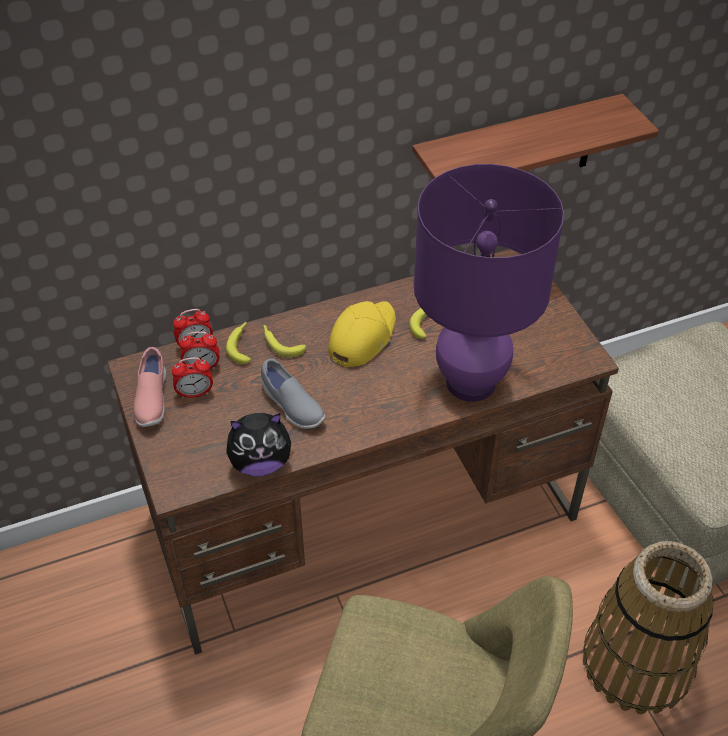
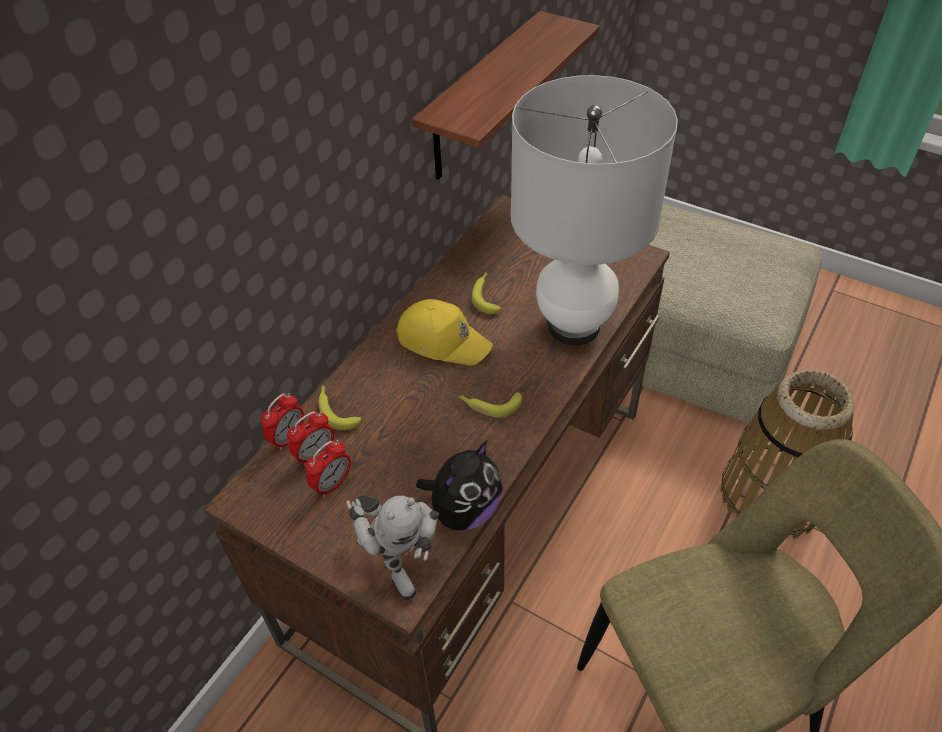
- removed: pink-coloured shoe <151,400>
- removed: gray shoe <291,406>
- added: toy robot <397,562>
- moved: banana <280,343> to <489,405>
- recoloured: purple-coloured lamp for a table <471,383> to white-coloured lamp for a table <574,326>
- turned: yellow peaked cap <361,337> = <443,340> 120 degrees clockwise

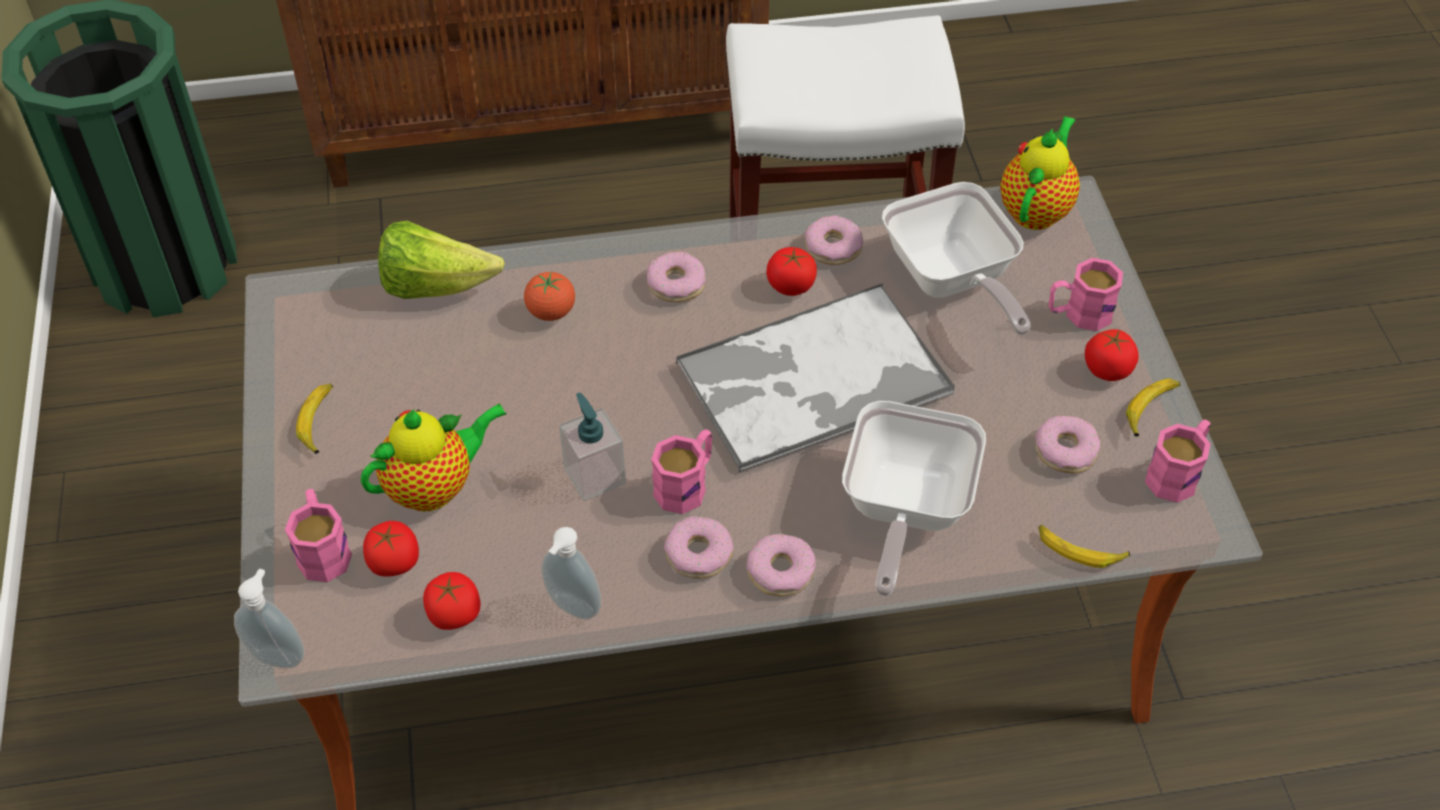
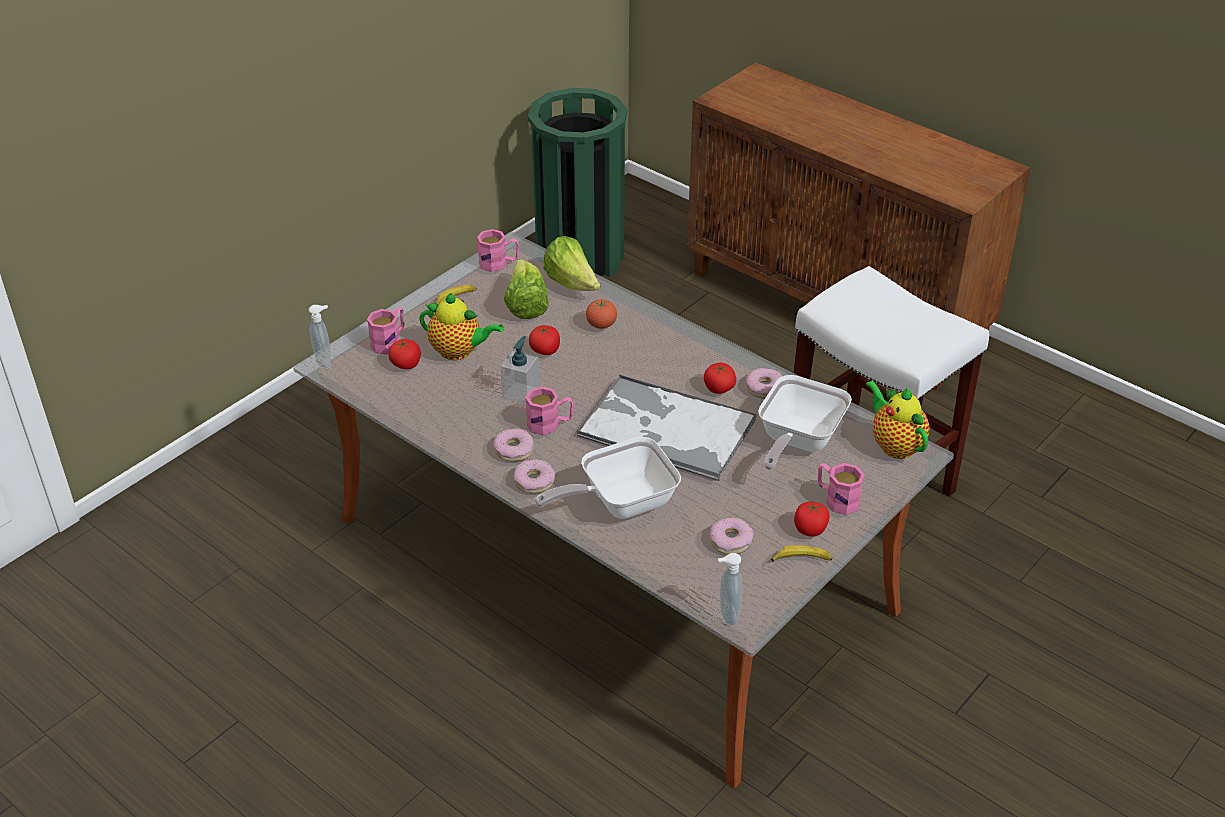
- removed: ring doughnut <676,284>
- removed: banana <1079,550>
- added: head of lettuce <526,305>
- moved: fresh tomato <454,614> to <545,350>
- moved: liquid soap bottle <571,609> to <727,614>
- moved: pink-coloured mug <1177,473> to <499,263>
- turned: pot for tea <1036,209> = <894,445> 105 degrees counterclockwise

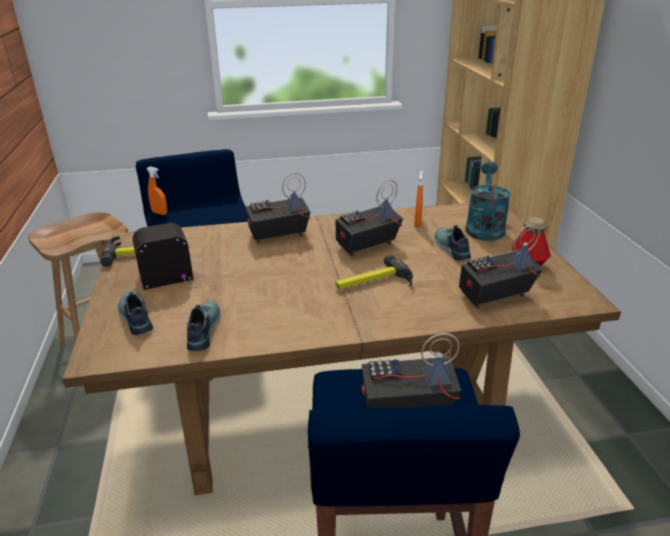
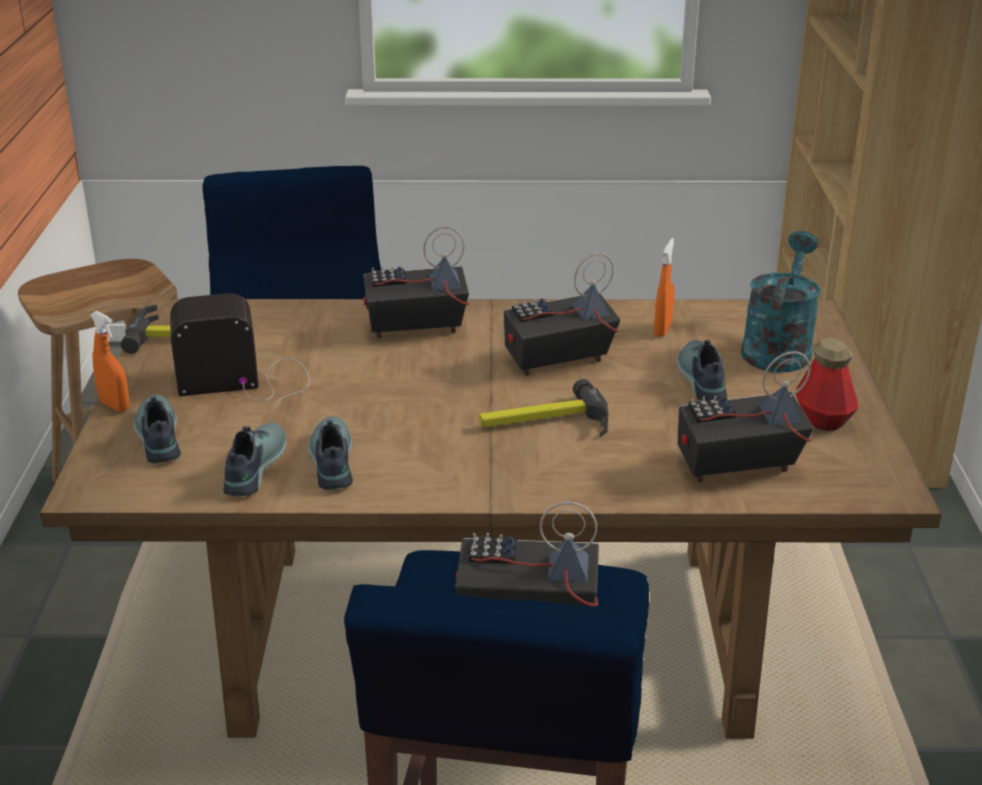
- added: shoe <330,461>
- moved: orangey spray bottle <159,213> to <115,406>

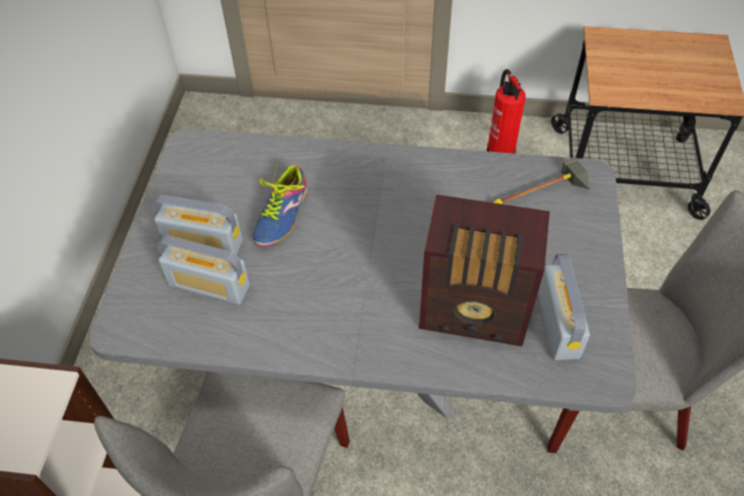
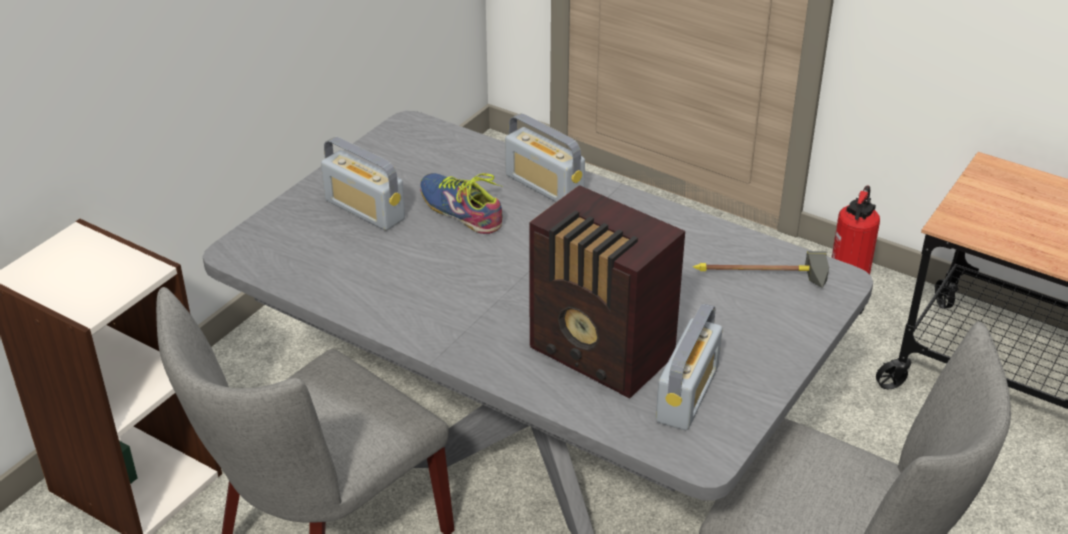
- moved: radio set <209,285> to <544,186>
- turned: shoe <282,215> = <460,210> 90 degrees clockwise

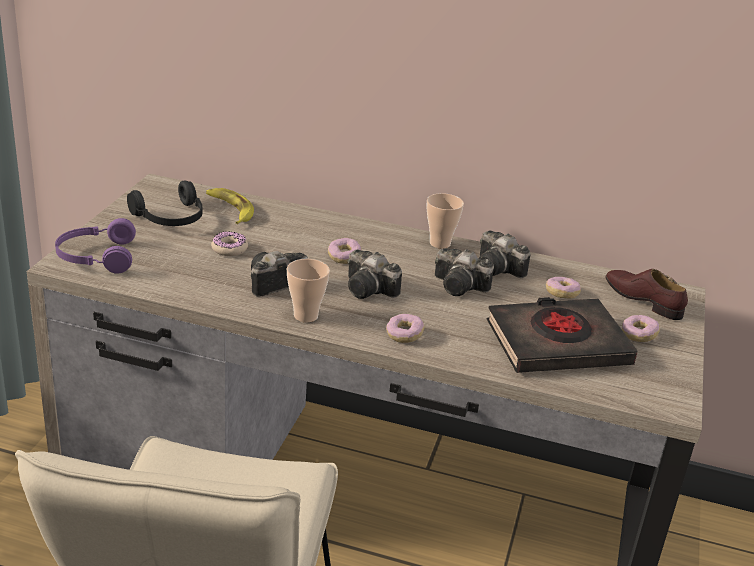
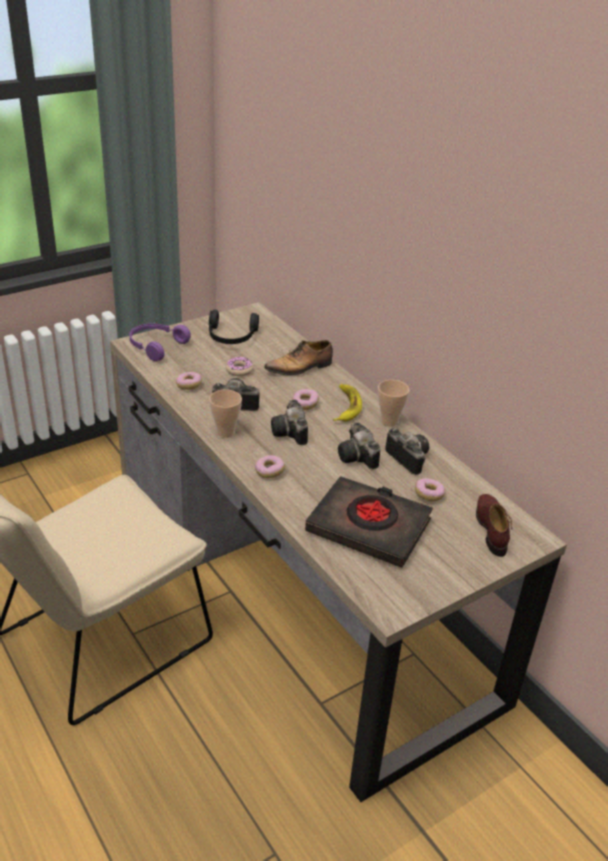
- added: shoe <300,368>
- moved: banana <230,209> to <346,406>
- moved: ring doughnut <638,335> to <189,385>
- turned: still camera <499,269> = <406,457> 150 degrees clockwise

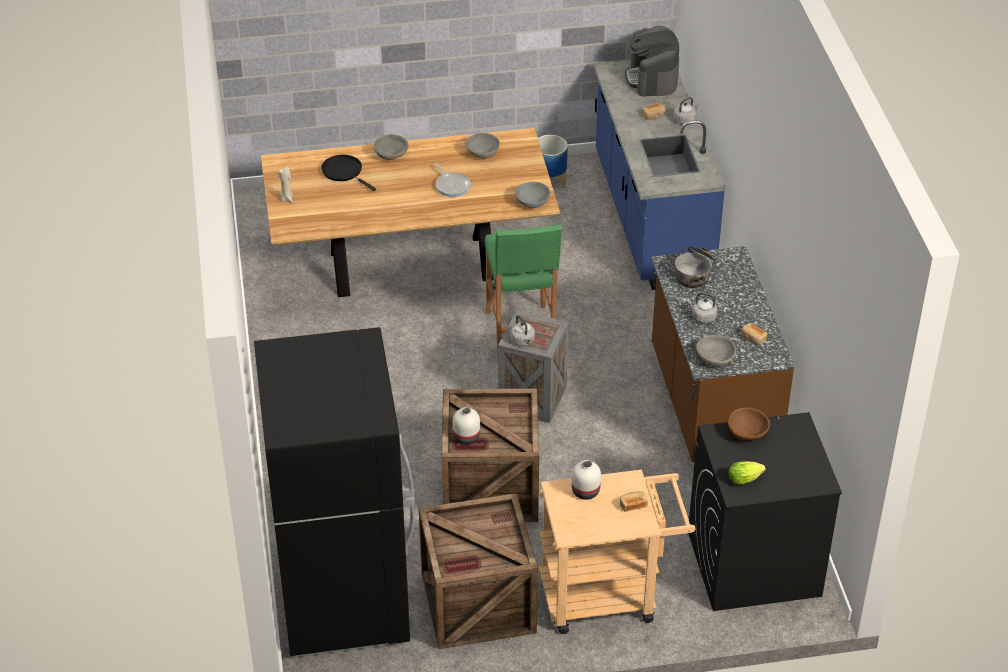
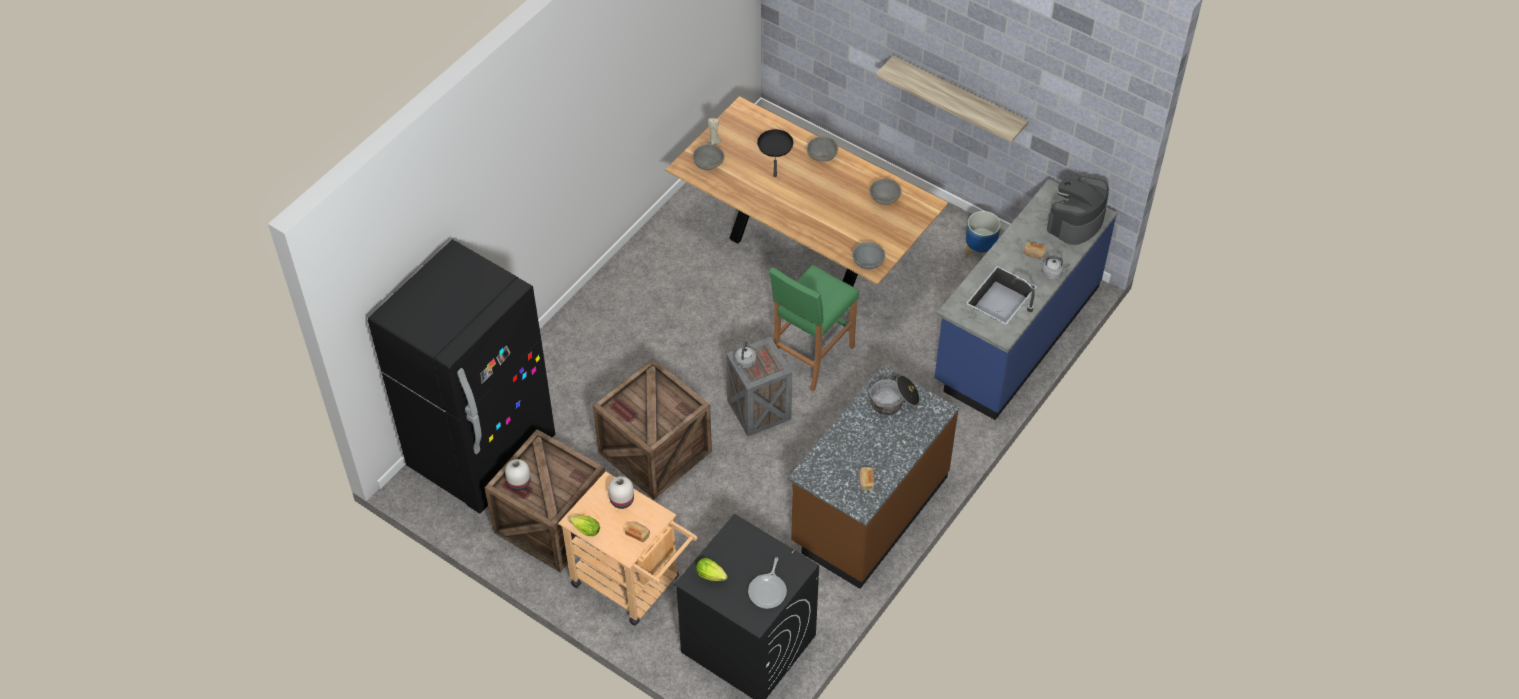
- removed: gray kettle <702,317>
- removed: brownish deep dish <746,433>
- added: head of lettuce <584,529>
- added: shelf <958,98>
- moved: skillet <452,185> to <768,591>
- moved: white-coloured vase <466,437> to <519,482>
- moved: gray deep dish <715,359> to <708,164>

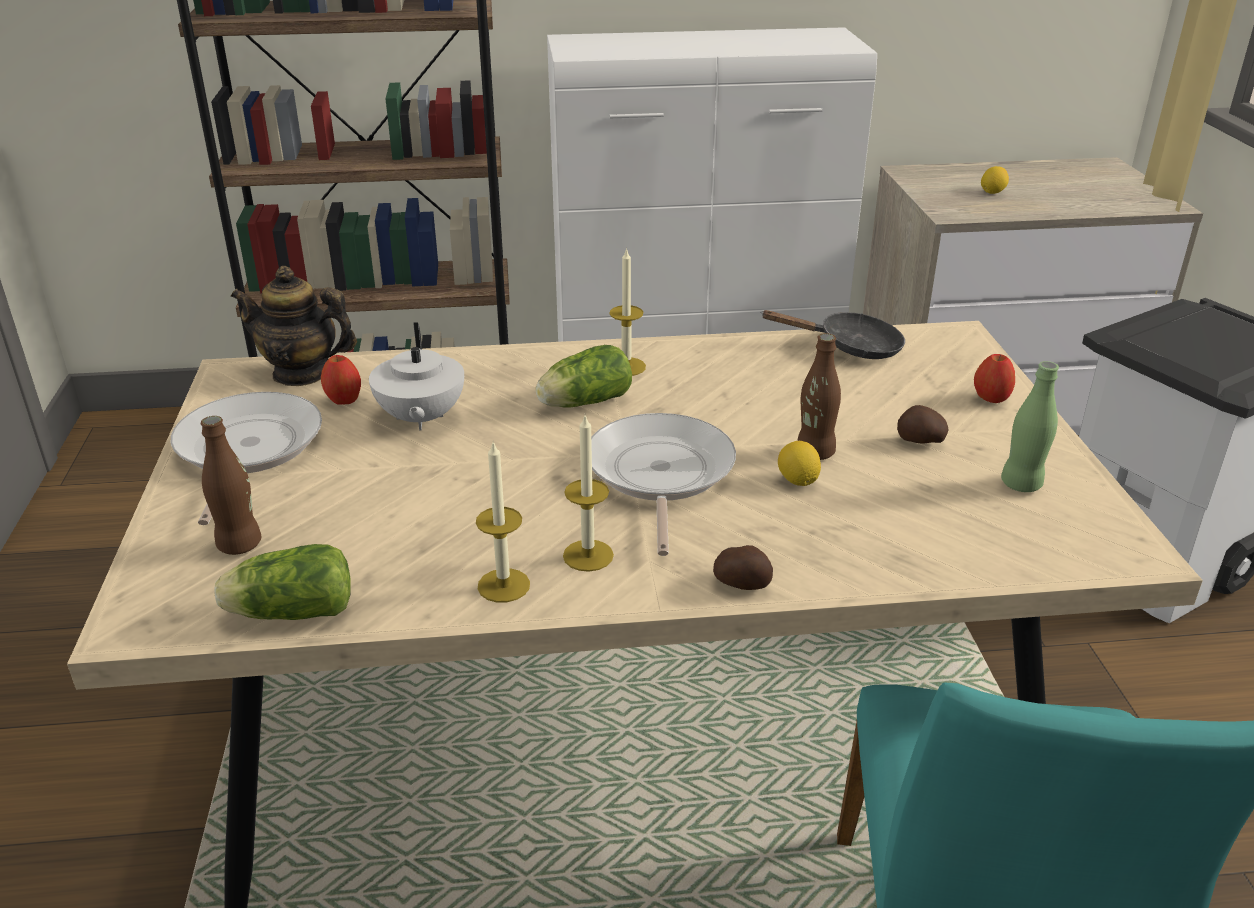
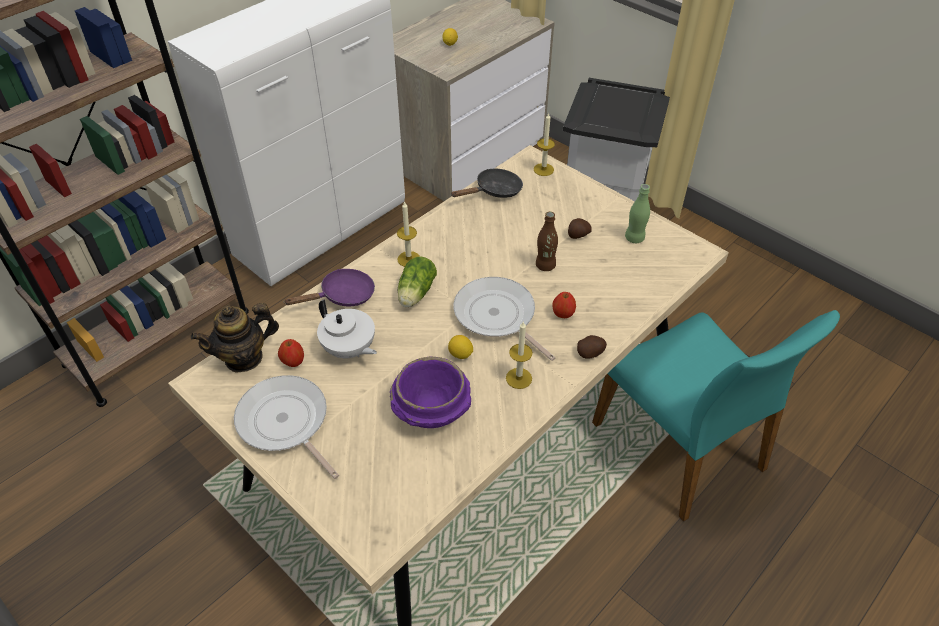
- removed: brownish drink bottle <239,545>
- removed: head of lettuce <288,612>
- added: purple-coloured skillet <343,296>
- added: purple-coloured deep dish <431,411>
- moved: wax light <503,585> to <543,169>
- moved: citrus fruit <797,481> to <460,354>
- moved: apple fruit <990,399> to <562,314>

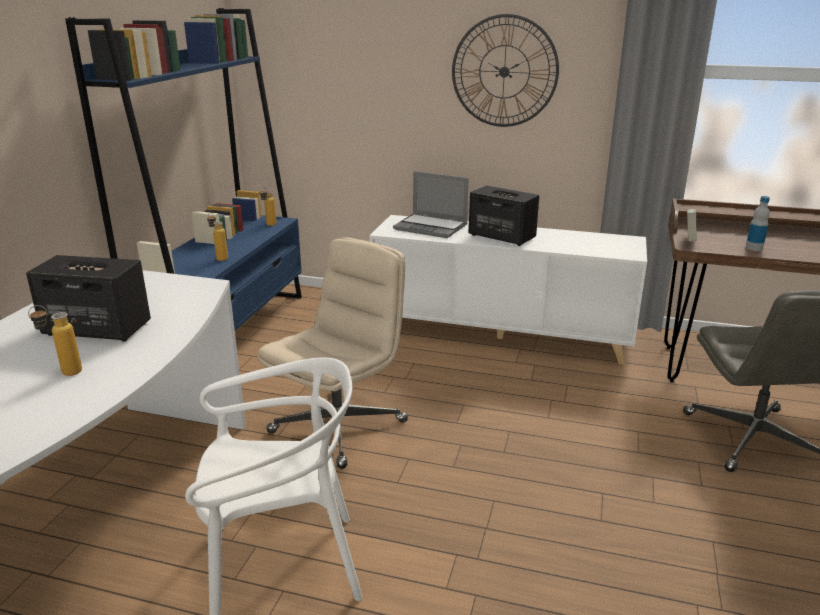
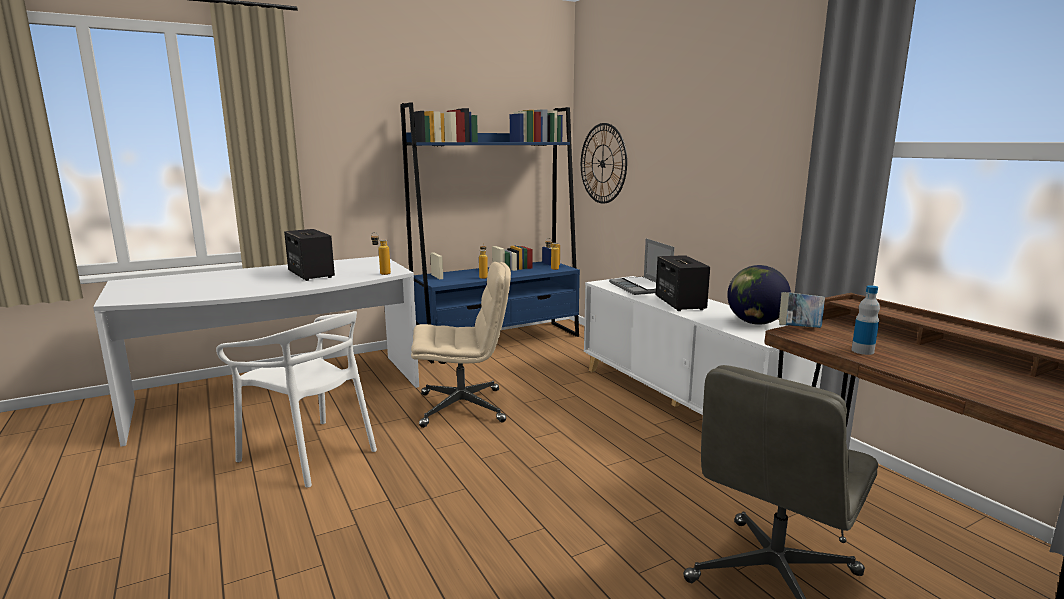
- added: globe <755,323>
- moved: drink bottle <63,373> to <381,273>
- moved: clock on the wall <504,71> to <602,163>

